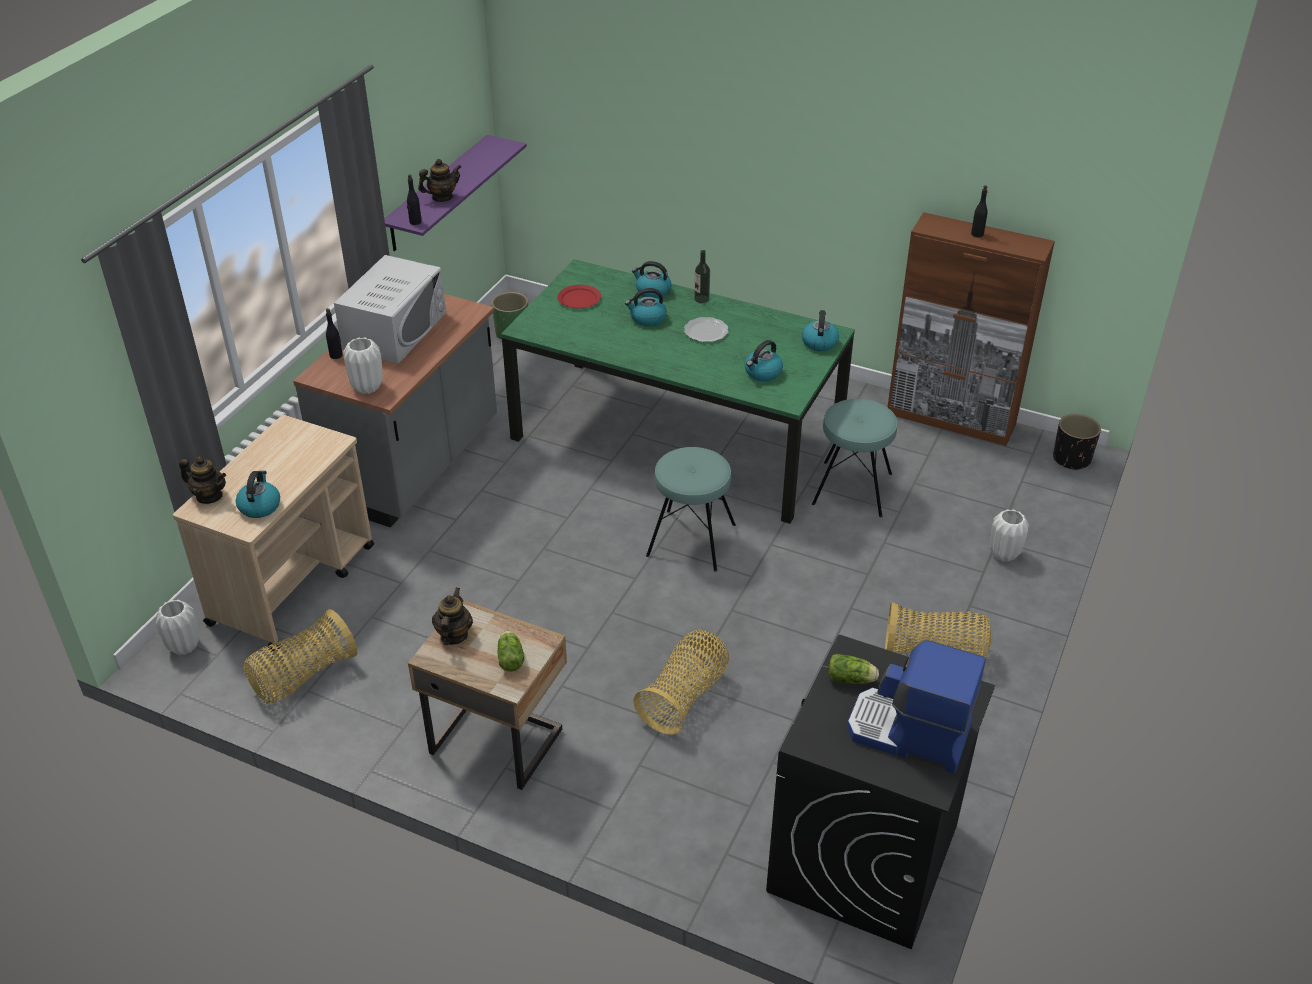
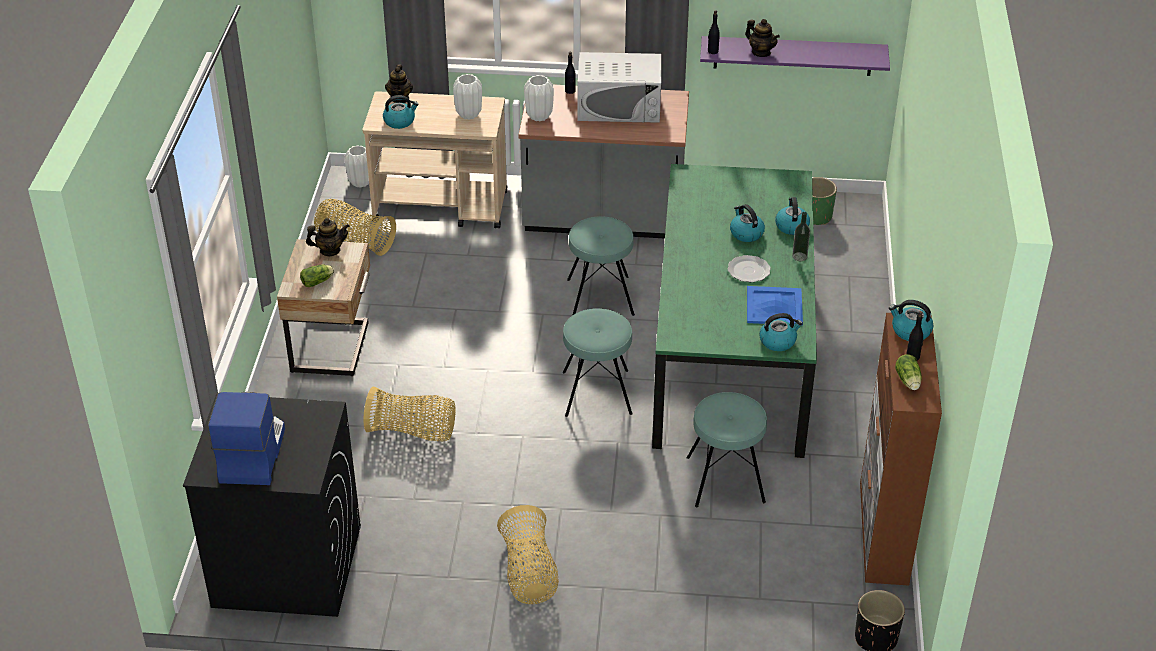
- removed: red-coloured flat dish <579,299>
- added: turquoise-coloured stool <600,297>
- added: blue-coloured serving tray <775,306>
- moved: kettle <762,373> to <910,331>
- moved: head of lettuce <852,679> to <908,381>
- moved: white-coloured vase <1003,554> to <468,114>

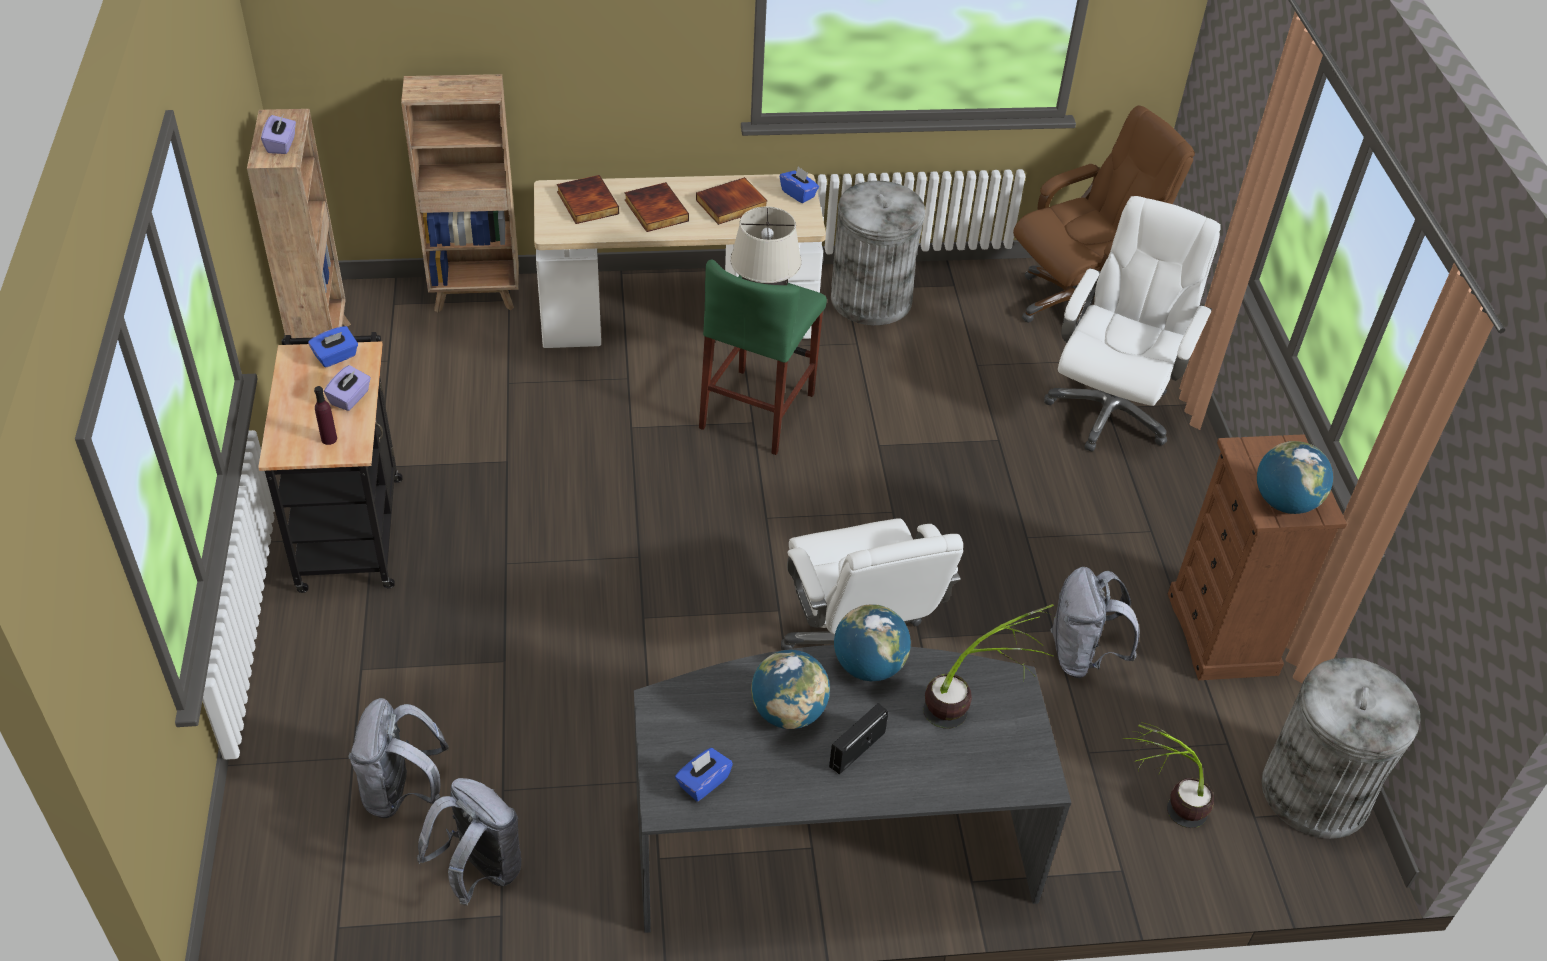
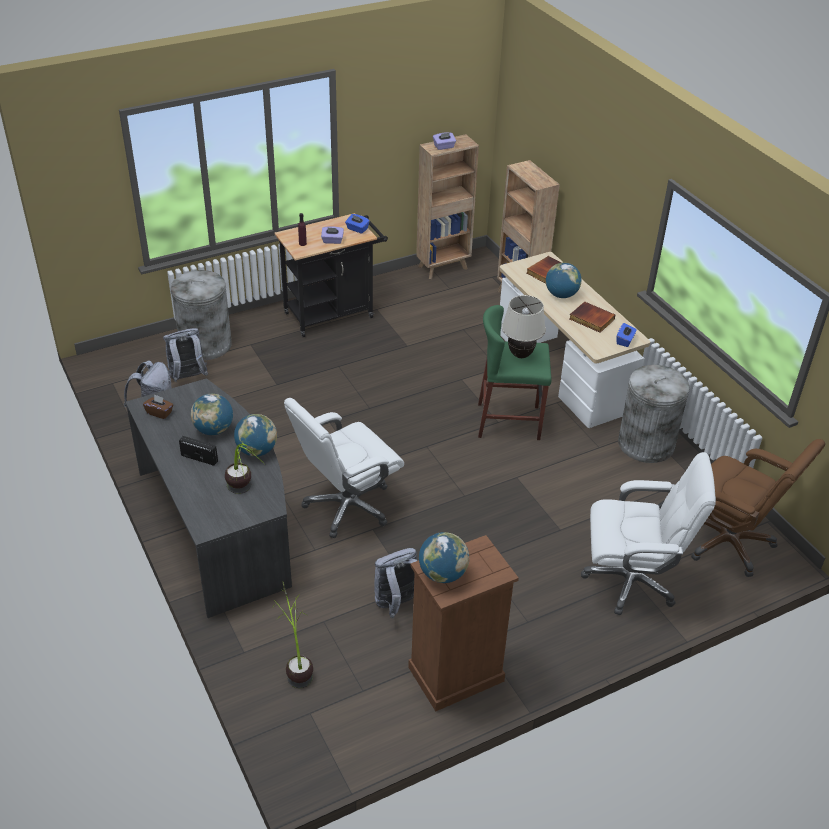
- moved: gray waste bin <1315,792> to <205,345>
- replaced: bound book <655,210> to globe <561,295>
- recoloured: blue-coloured tissue box <703,782> to brownish tissue box <159,413>

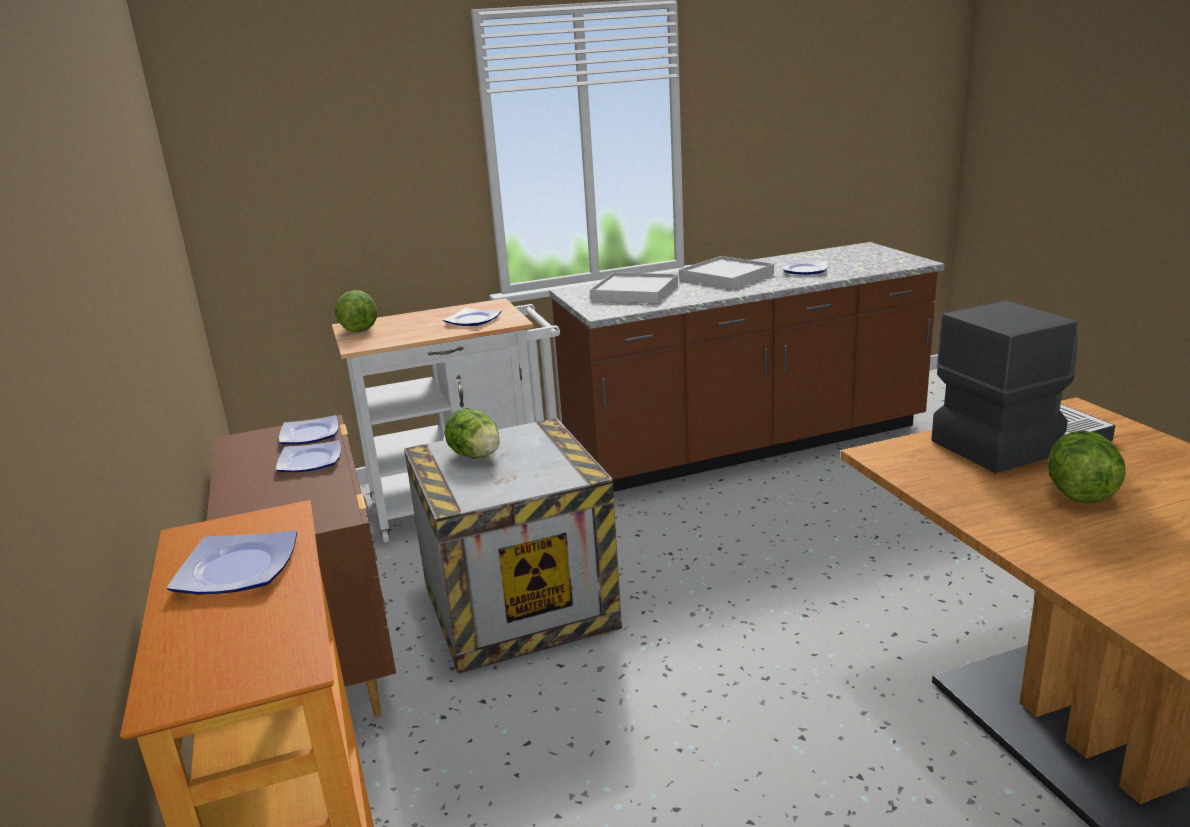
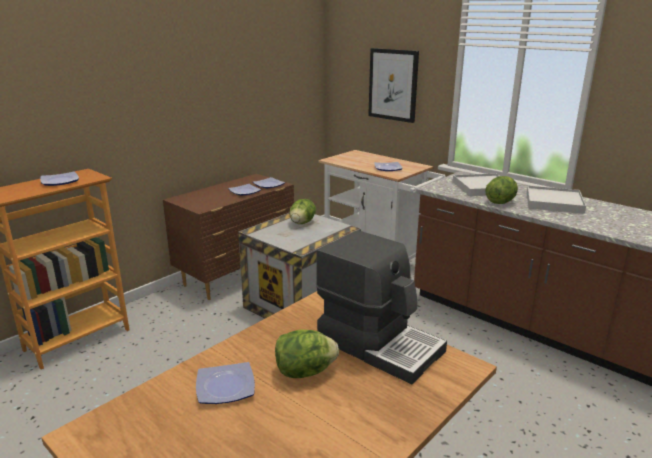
- added: wall art <393,85>
- moved: head of lettuce <359,329> to <500,202>
- moved: flat dish <804,271> to <224,386>

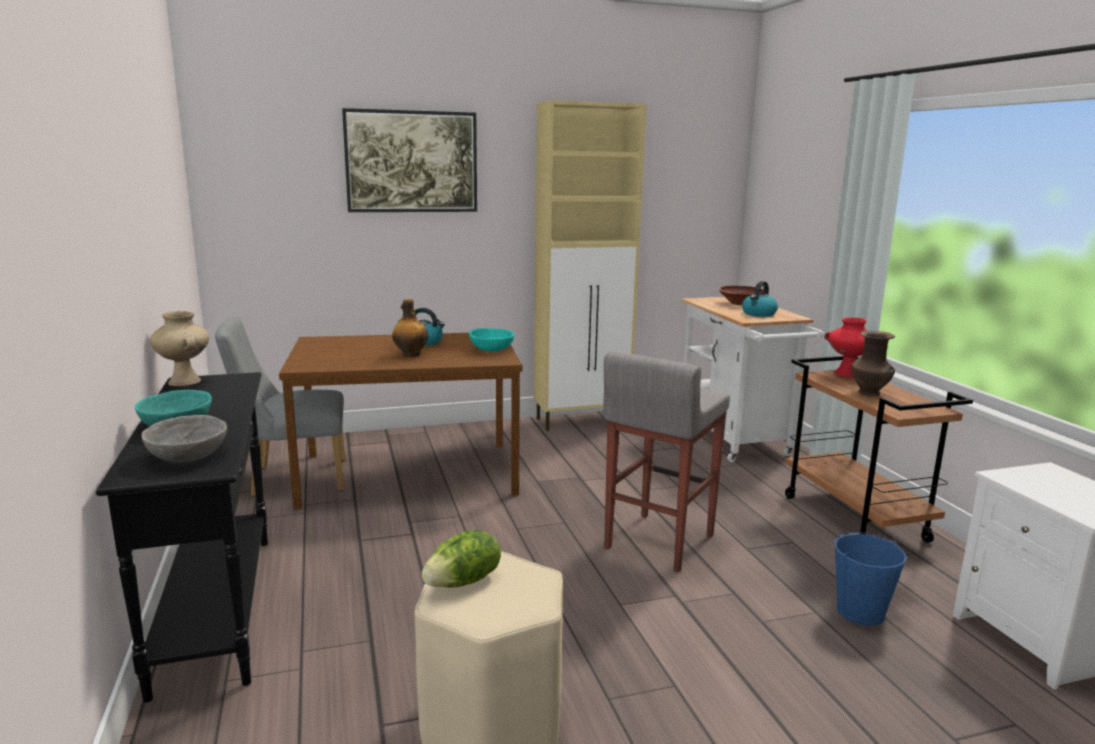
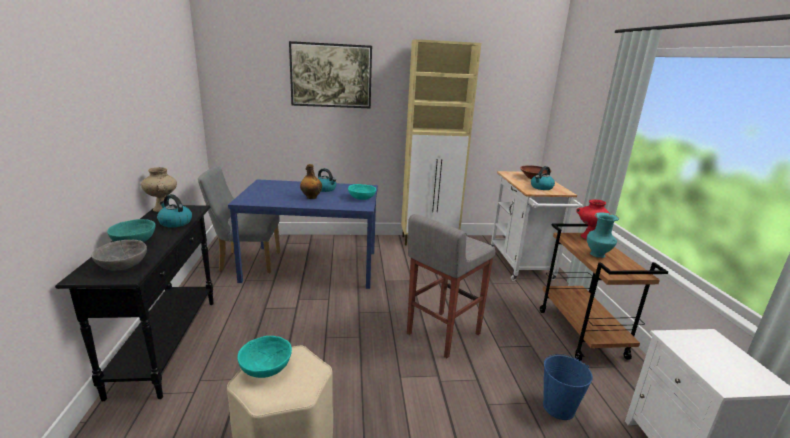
- added: kettle <175,222>
- replaced: head of lettuce <464,582> to turquoise-coloured deep dish <266,367>
- recoloured: brownish dinner table <410,473> to blue-coloured dinner table <312,266>
- recoloured: brownish vase <870,393> to turquoise-coloured vase <598,255>

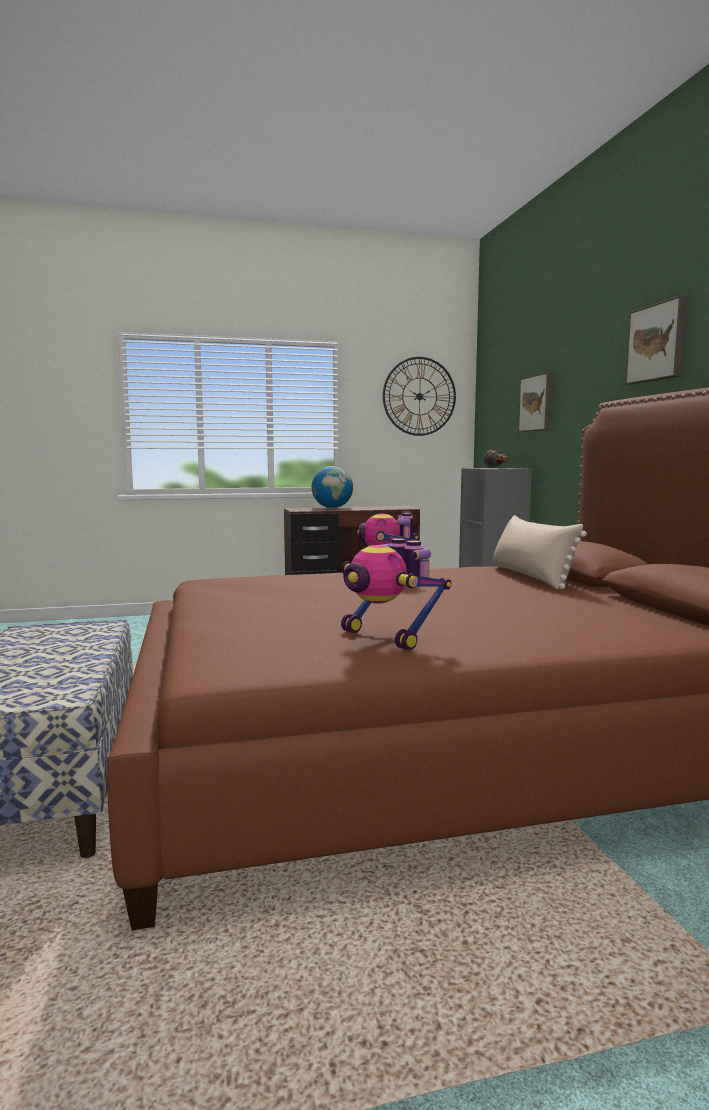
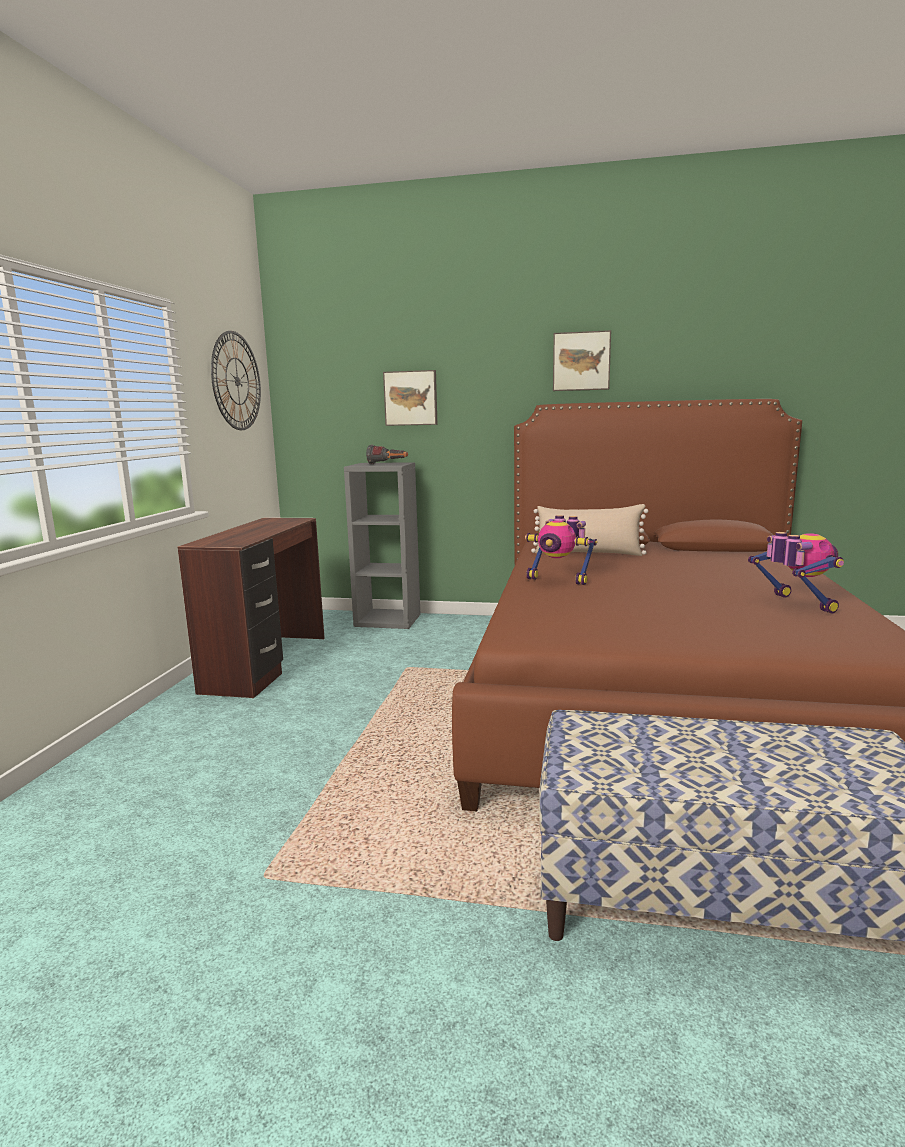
- removed: globe <332,508>
- turned: toy robot <387,637> = <795,604> 90 degrees counterclockwise

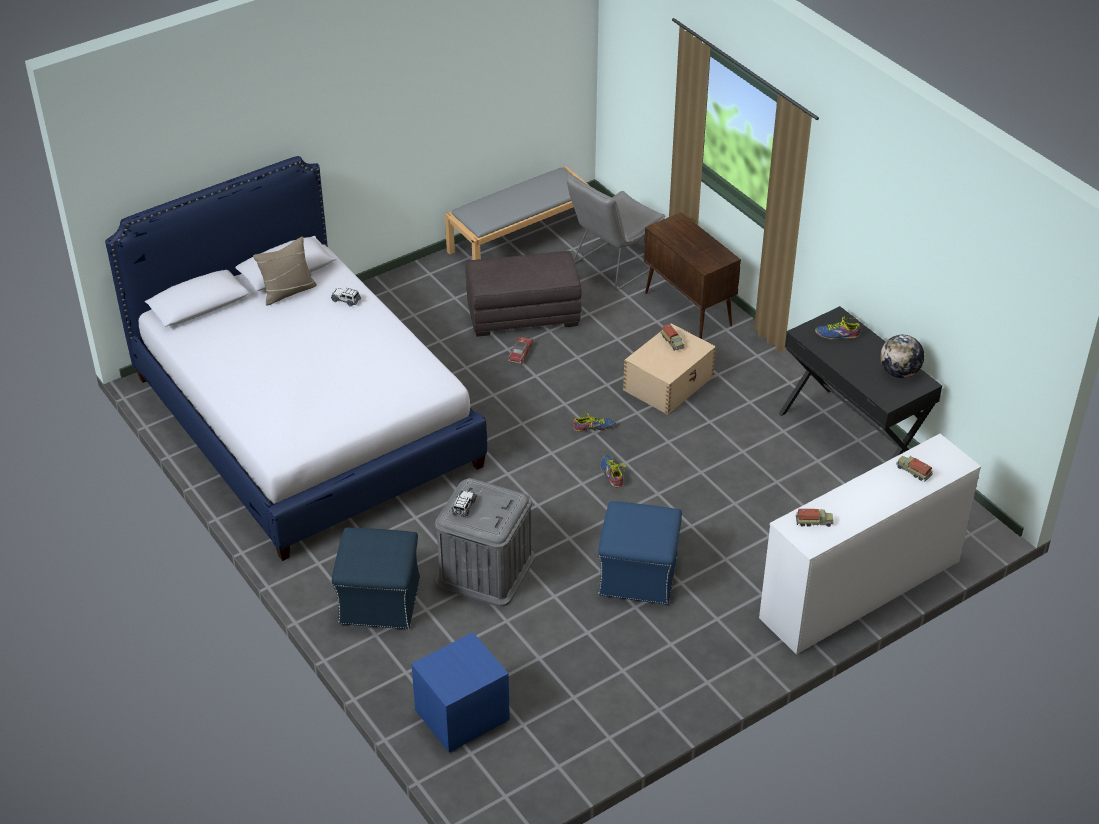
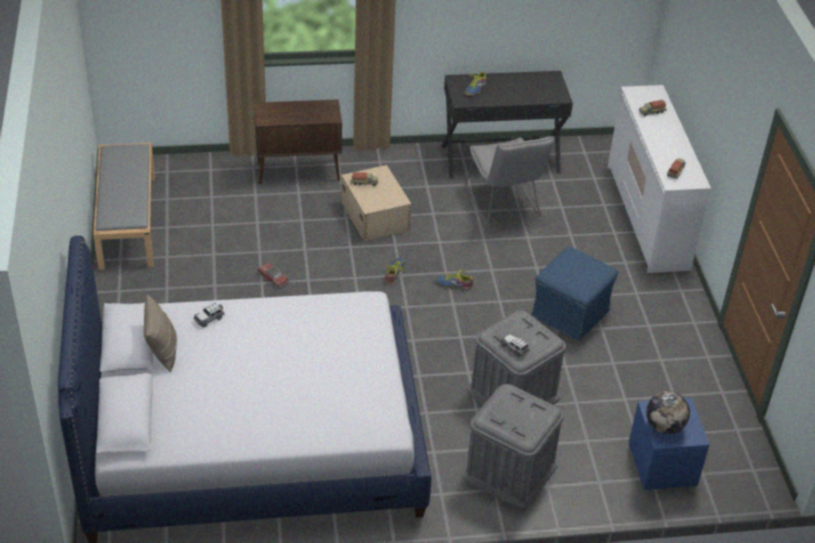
- removed: gray footrest <523,314>
- moved: gray chair <613,265> to <504,205>
- moved: globe <899,372> to <664,426>
- replaced: blue-coloured footrest <378,601> to gray storage bin <510,470>

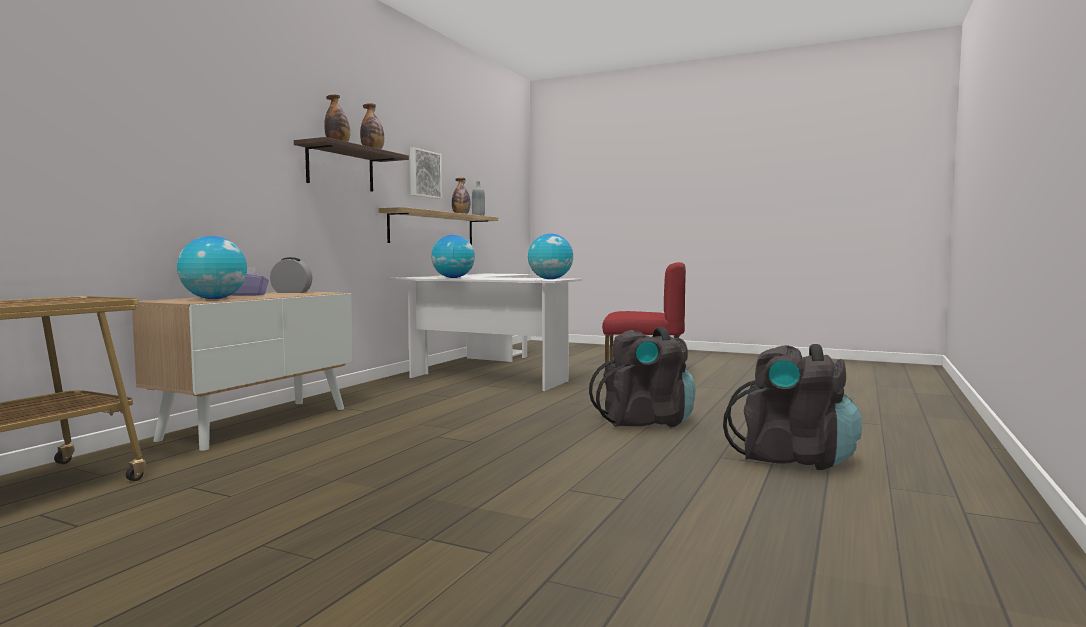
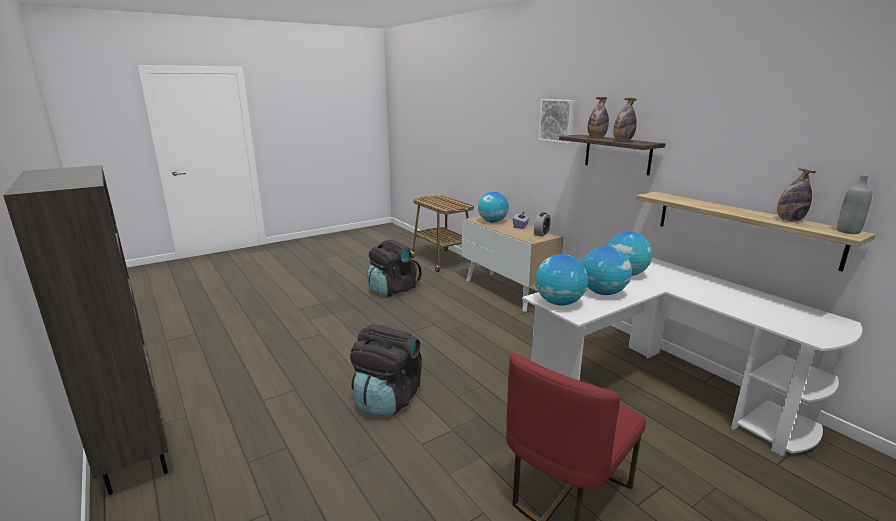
- added: brownish bookshelf <133,452>
- added: globe <603,293>
- moved: wall art <424,174> to <557,120>
- moved: blackish knapsack <792,458> to <392,289>

